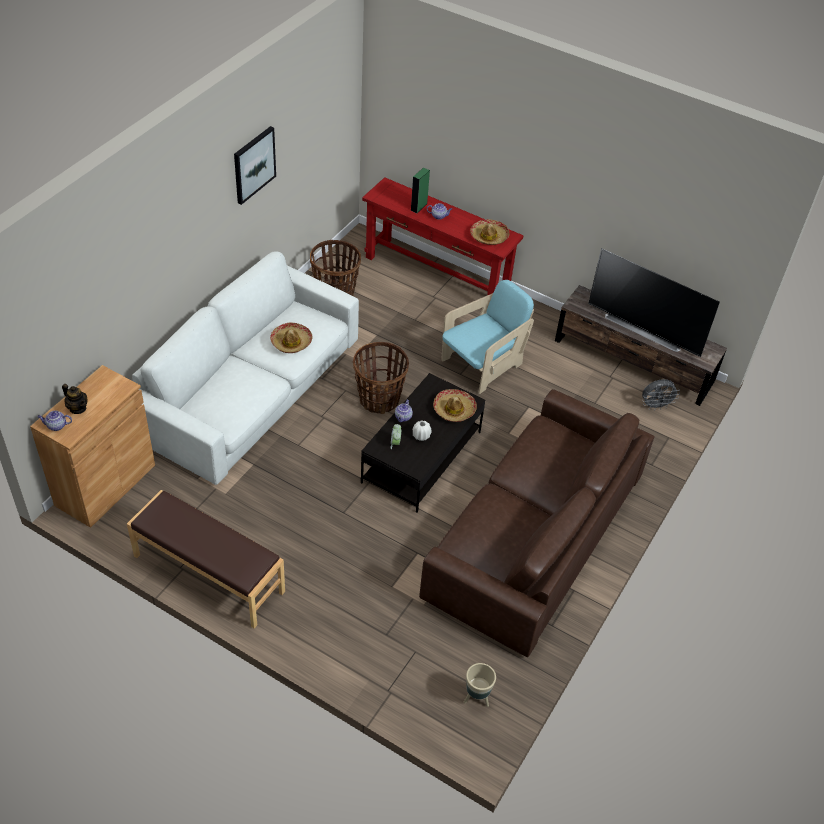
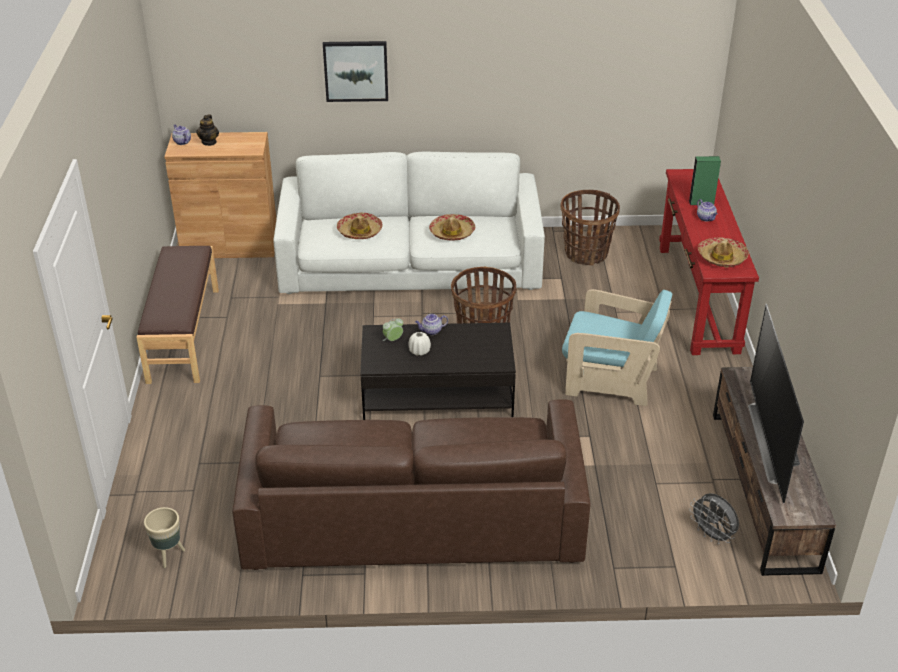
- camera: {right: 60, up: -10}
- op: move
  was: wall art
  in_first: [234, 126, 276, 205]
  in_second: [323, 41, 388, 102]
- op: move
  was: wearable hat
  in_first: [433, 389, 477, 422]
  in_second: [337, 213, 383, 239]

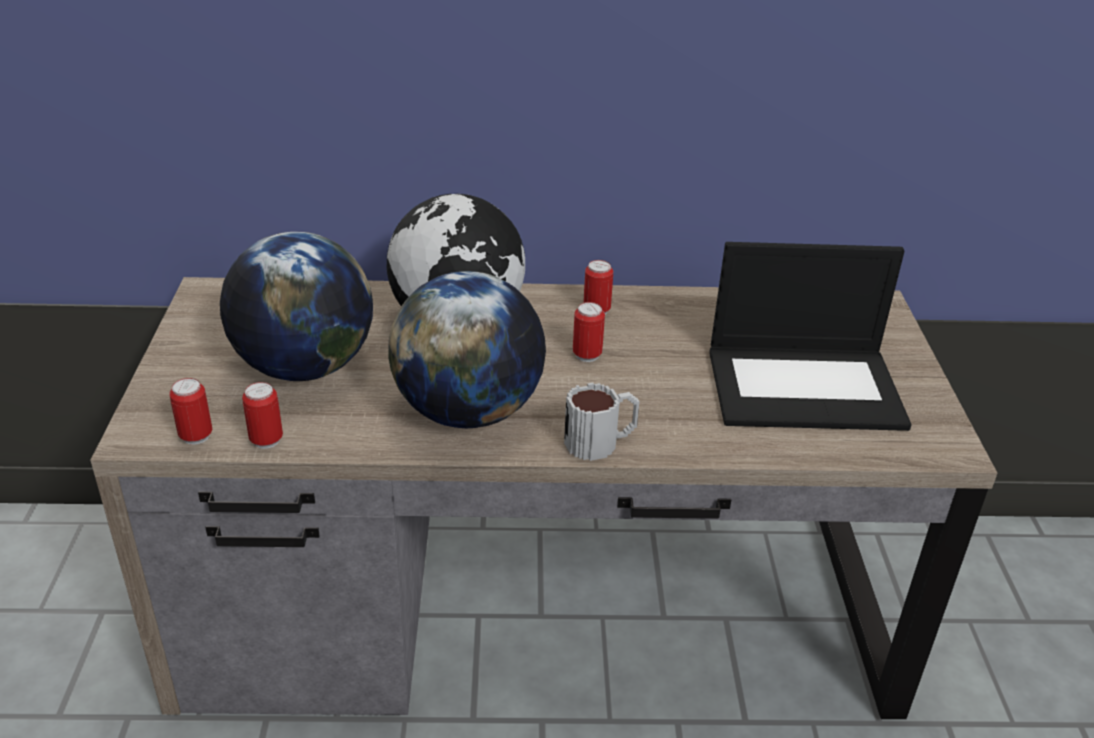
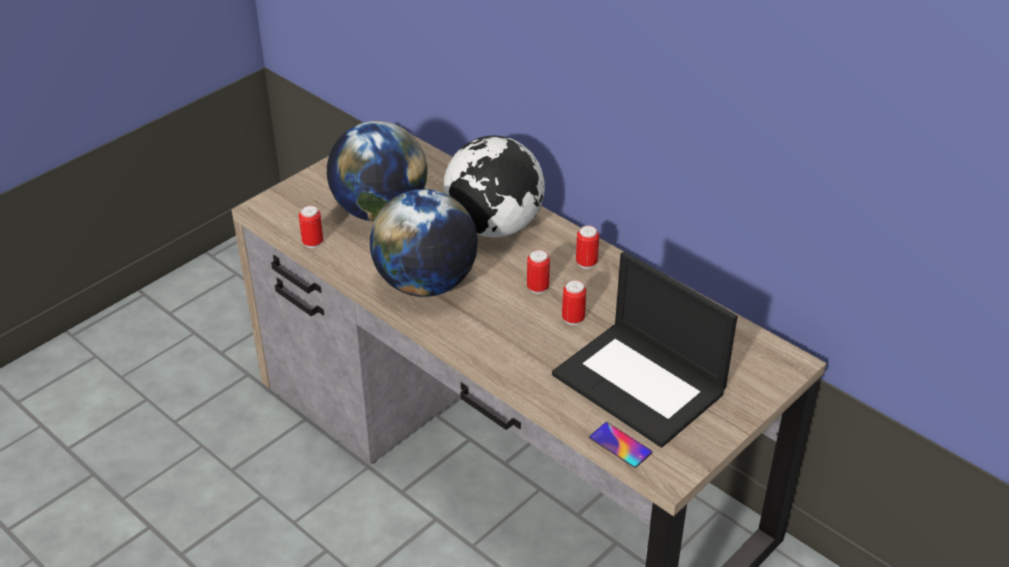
- camera: {right: 45, up: 5}
- op: move
  was: metal can
  in_first: [169, 378, 212, 445]
  in_second: [562, 280, 586, 325]
- op: delete
  was: tea mug
  in_first: [564, 382, 640, 461]
- op: insert
  now: phone
  in_second: [589, 422, 652, 468]

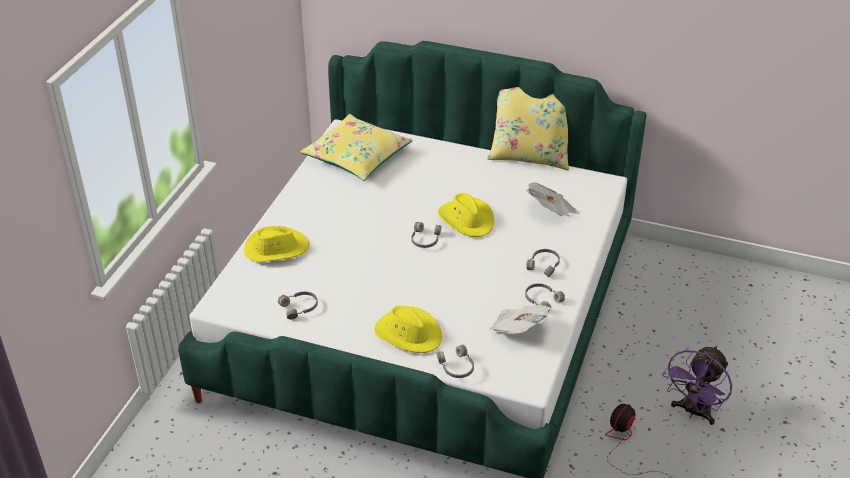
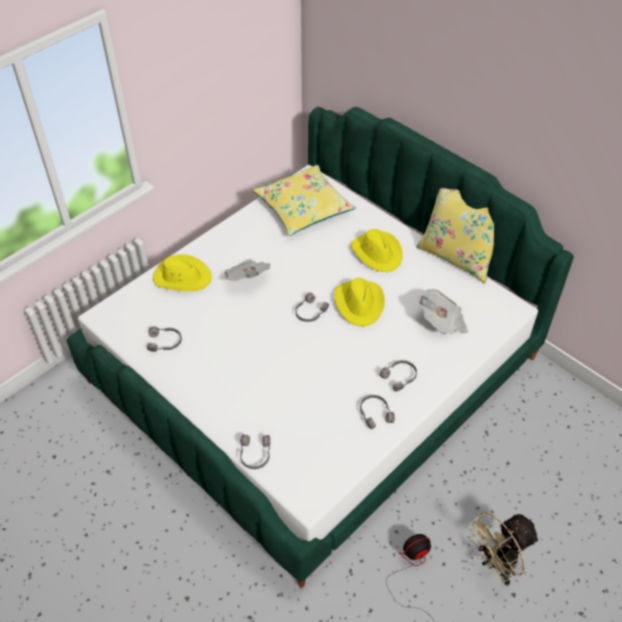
- camera: {right: 25, up: 10}
- op: move
  was: yellow wearable hat
  in_first: [374, 306, 442, 353]
  in_second: [351, 229, 403, 272]
- op: move
  was: newspaper
  in_first: [490, 304, 550, 334]
  in_second: [224, 259, 270, 281]
- op: recolor
  was: purple-coloured fan
  now: sand-coloured fan
  in_first: [662, 346, 732, 425]
  in_second: [467, 512, 540, 586]

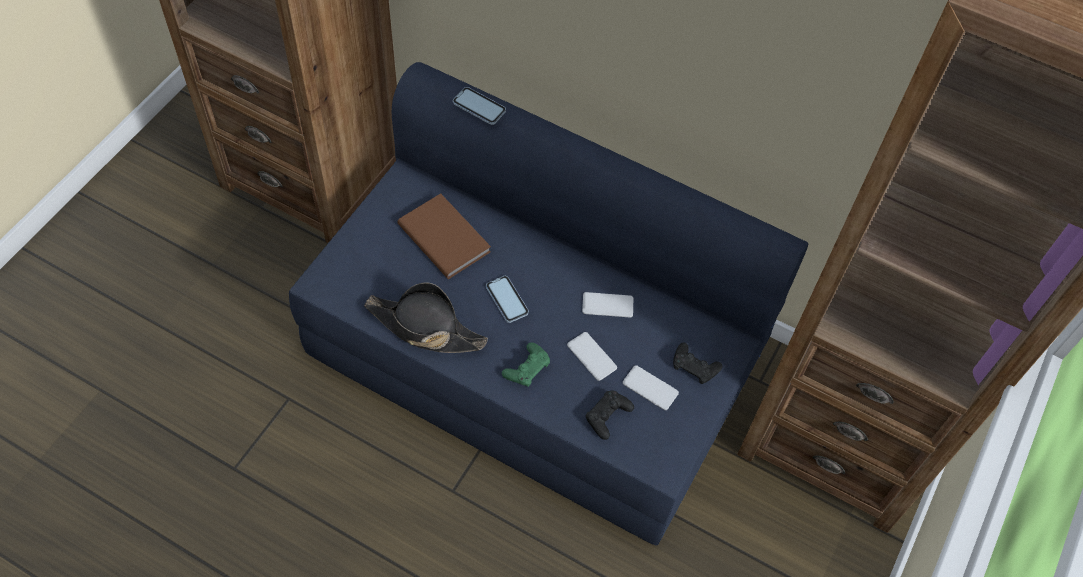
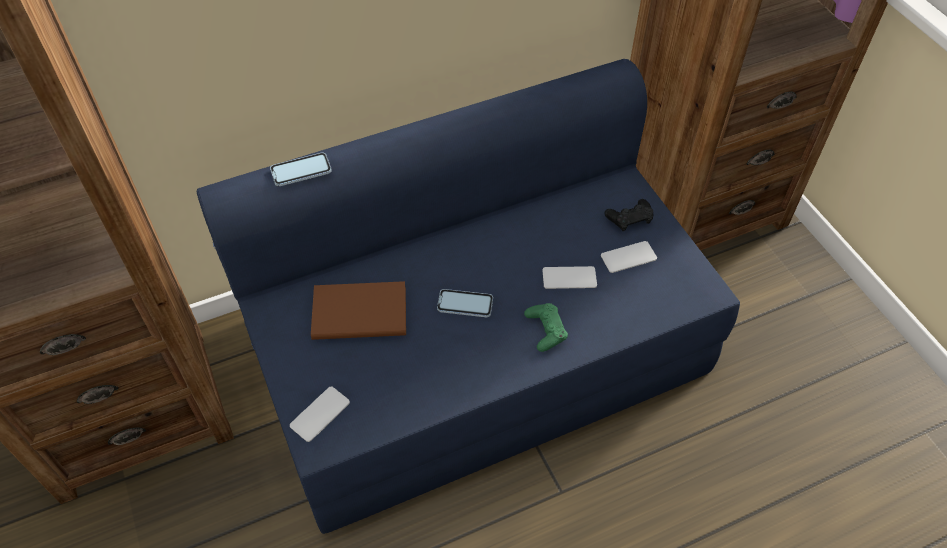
- camera: {right: -50, up: -5}
- op: delete
  was: black-coloured wearable hat
  in_first: [364, 282, 488, 353]
- op: move
  was: phone
  in_first: [582, 292, 633, 317]
  in_second: [290, 387, 350, 442]
- op: delete
  was: black-coloured joypad
  in_first: [586, 391, 634, 440]

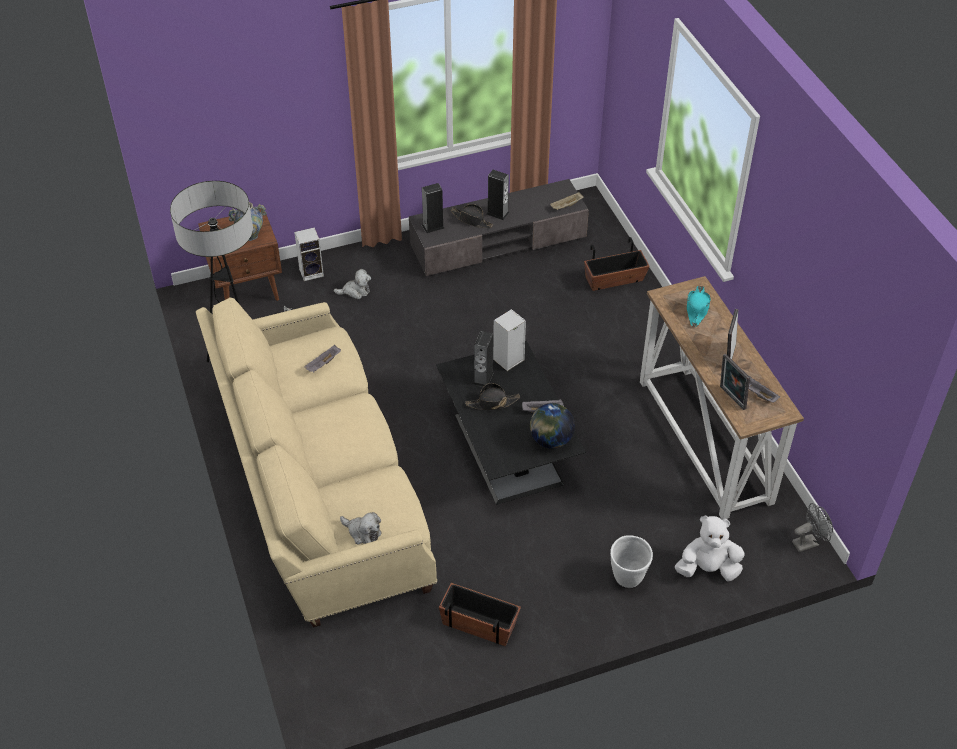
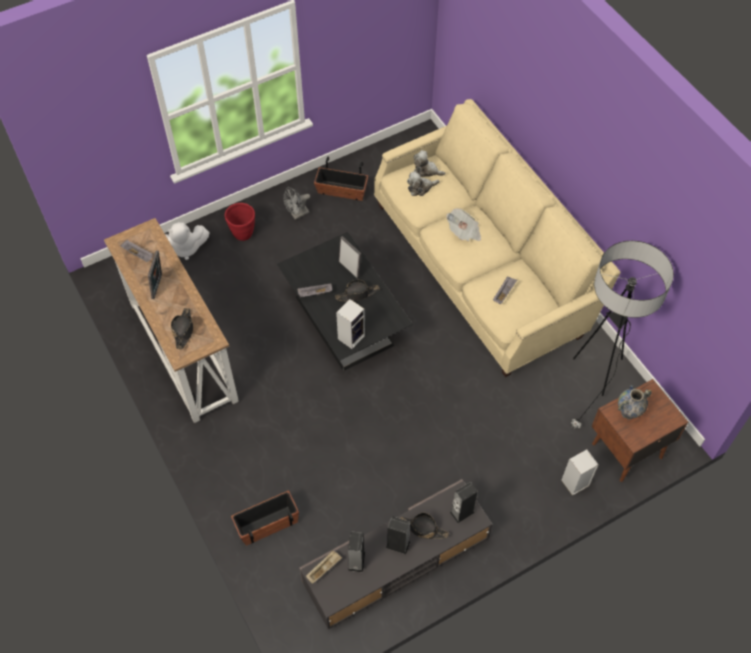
- camera: {right: 170, up: 10}
- op: move
  was: plush toy
  in_first: [334, 269, 371, 299]
  in_second: [407, 171, 440, 196]
- op: move
  was: loudspeaker
  in_first: [473, 331, 494, 387]
  in_second: [348, 532, 365, 572]
- op: delete
  was: desk globe
  in_first: [530, 403, 575, 449]
- op: recolor
  was: white planter
  now: red-coloured planter
  in_first: [610, 535, 653, 588]
  in_second: [225, 203, 255, 241]
- op: recolor
  was: turquoise-coloured wearable hat
  now: black-coloured wearable hat
  in_first: [687, 286, 711, 327]
  in_second: [171, 308, 193, 350]
- op: move
  was: standing frame
  in_first: [720, 354, 750, 410]
  in_second: [339, 236, 362, 279]
- op: move
  was: gray fan
  in_first: [792, 503, 833, 552]
  in_second: [283, 187, 310, 220]
- op: insert
  now: newspaper
  in_second: [446, 208, 481, 242]

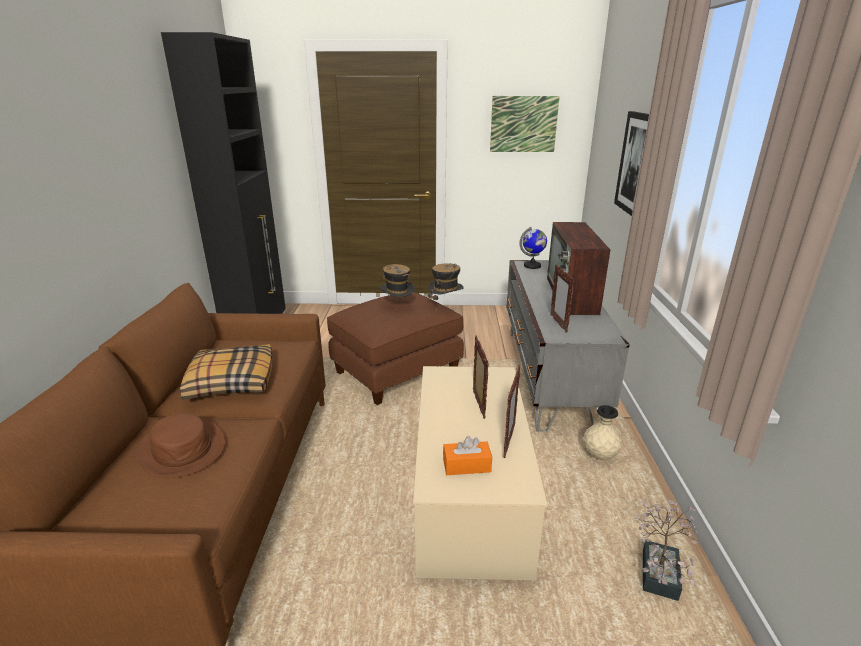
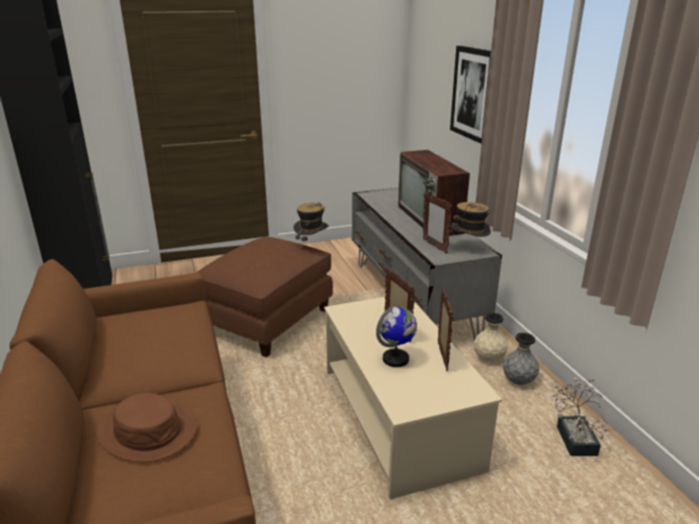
- camera: {right: -20, up: 0}
- op: delete
  was: throw pillow
  in_first: [180, 344, 273, 400]
- op: move
  was: wearable hat
  in_first: [379, 264, 415, 297]
  in_second: [448, 202, 491, 246]
- op: delete
  was: orange tissue box
  in_first: [443, 436, 492, 475]
- op: delete
  was: wall art
  in_first: [490, 96, 560, 152]
- op: move
  was: desk globe
  in_first: [520, 227, 547, 269]
  in_second: [376, 306, 417, 367]
- op: insert
  now: gray decorative vase
  in_second: [503, 333, 539, 385]

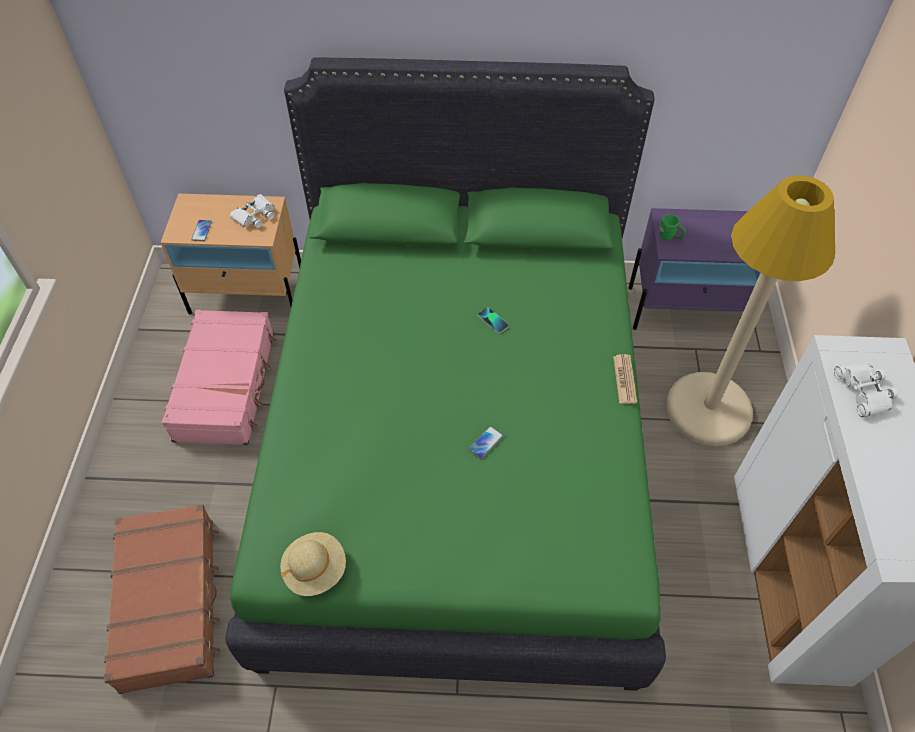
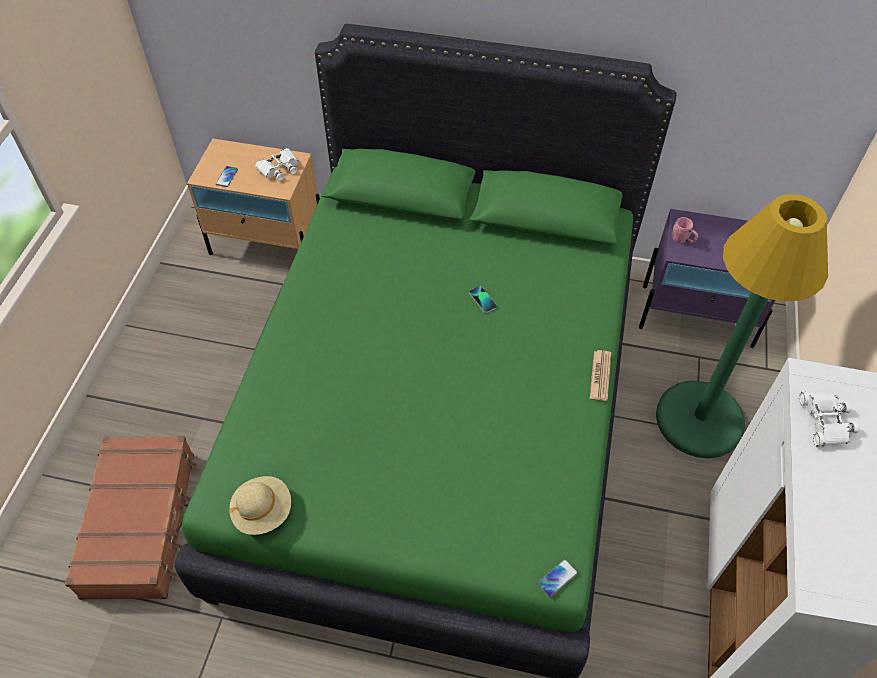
- camera: {right: 10, up: 0}
- op: delete
  was: pinkish travel case
  in_first: [162, 310, 277, 445]
- op: move
  was: phone
  in_first: [468, 426, 503, 459]
  in_second: [537, 559, 578, 597]
- op: recolor
  was: green-coloured tea mug
  now: pinkish tea mug
  in_first: [659, 214, 686, 240]
  in_second: [672, 217, 698, 243]
- op: recolor
  was: sand-coloured floor lamp
  now: green-coloured floor lamp
  in_first: [666, 175, 835, 446]
  in_second: [656, 194, 828, 458]

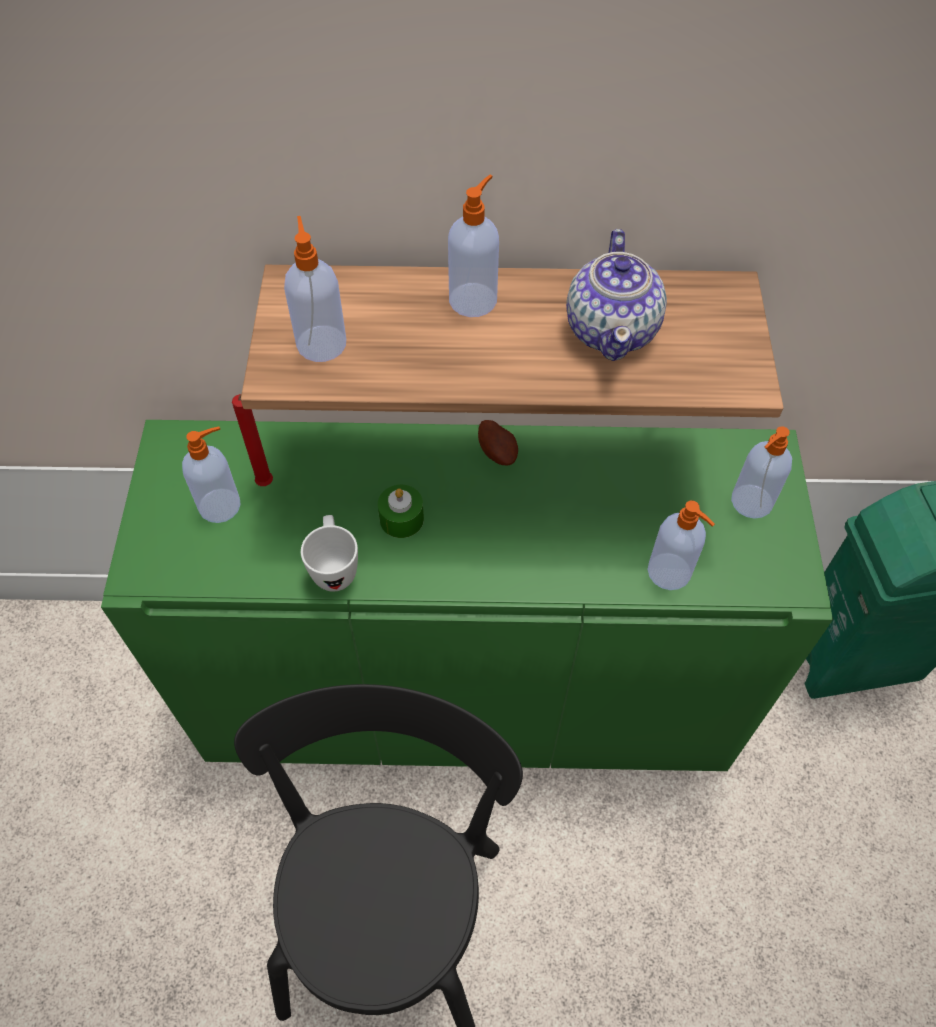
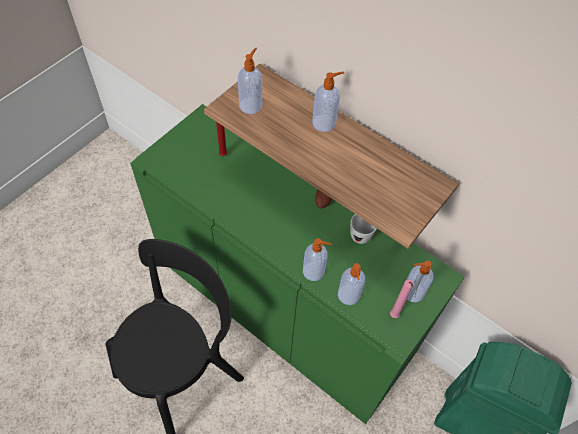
- camera: {right: 35, up: 0}
- op: move
  was: soap bottle
  in_first: [182, 427, 241, 523]
  in_second: [303, 238, 332, 281]
- op: move
  was: white tea mug
  in_first: [301, 515, 358, 592]
  in_second: [350, 214, 377, 244]
- op: delete
  was: green-coloured candle
  in_first: [378, 485, 424, 538]
- op: delete
  was: tea pot
  in_first: [566, 229, 667, 361]
- op: insert
  now: pinkish candle
  in_second: [390, 279, 414, 318]

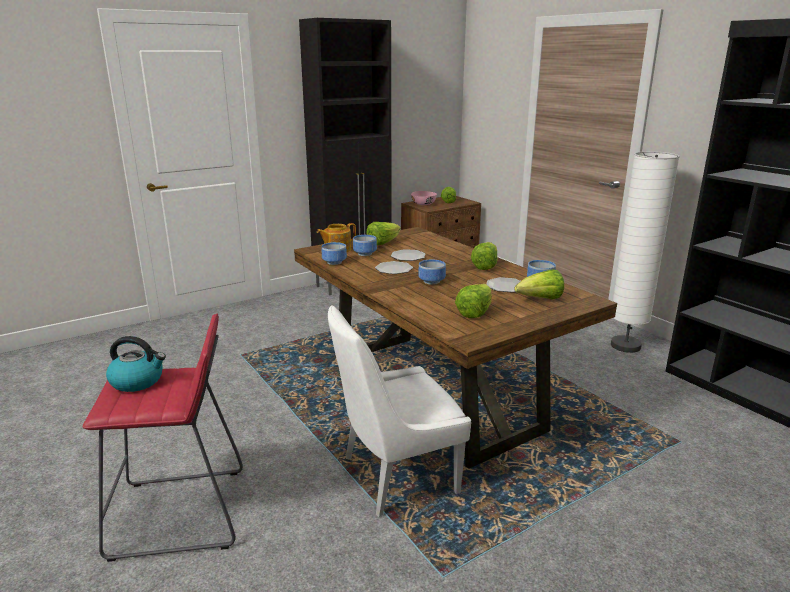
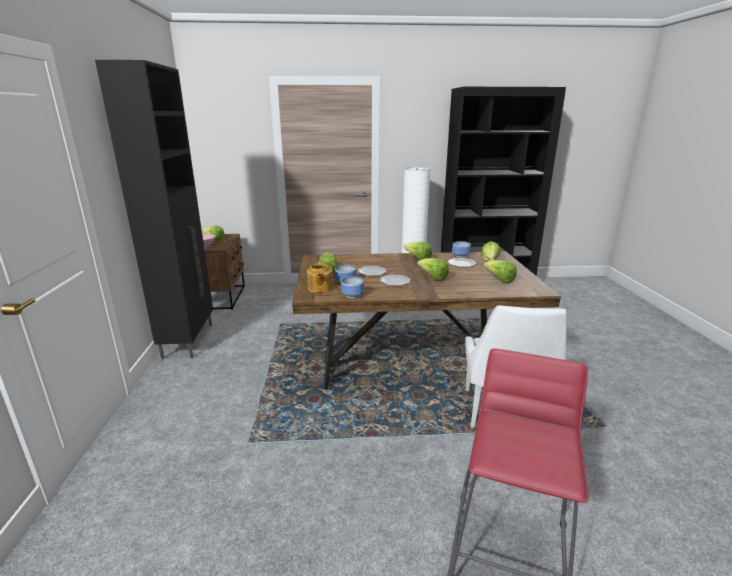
- camera: {right: -60, up: 0}
- op: delete
  was: tea kettle
  in_first: [106, 336, 166, 392]
- op: replace
  was: deep dish
  now: lettuce head
  in_first: [418, 260, 446, 285]
  in_second: [417, 258, 449, 281]

